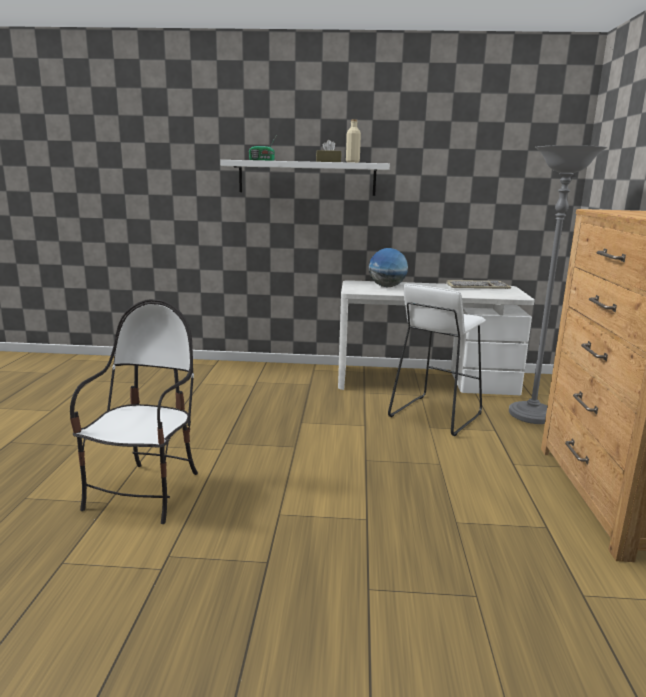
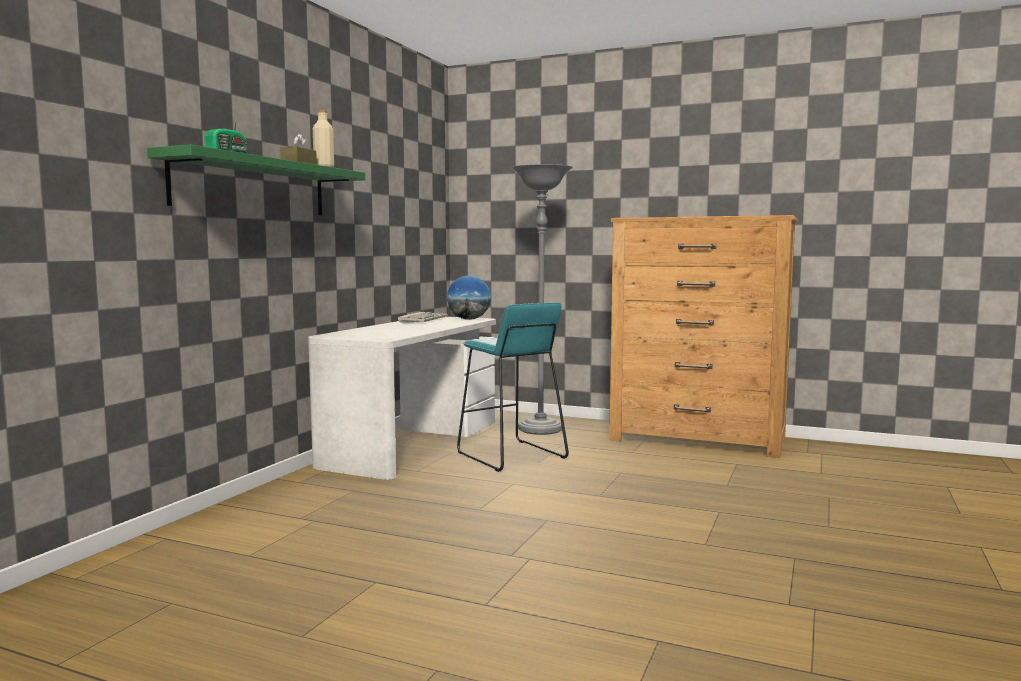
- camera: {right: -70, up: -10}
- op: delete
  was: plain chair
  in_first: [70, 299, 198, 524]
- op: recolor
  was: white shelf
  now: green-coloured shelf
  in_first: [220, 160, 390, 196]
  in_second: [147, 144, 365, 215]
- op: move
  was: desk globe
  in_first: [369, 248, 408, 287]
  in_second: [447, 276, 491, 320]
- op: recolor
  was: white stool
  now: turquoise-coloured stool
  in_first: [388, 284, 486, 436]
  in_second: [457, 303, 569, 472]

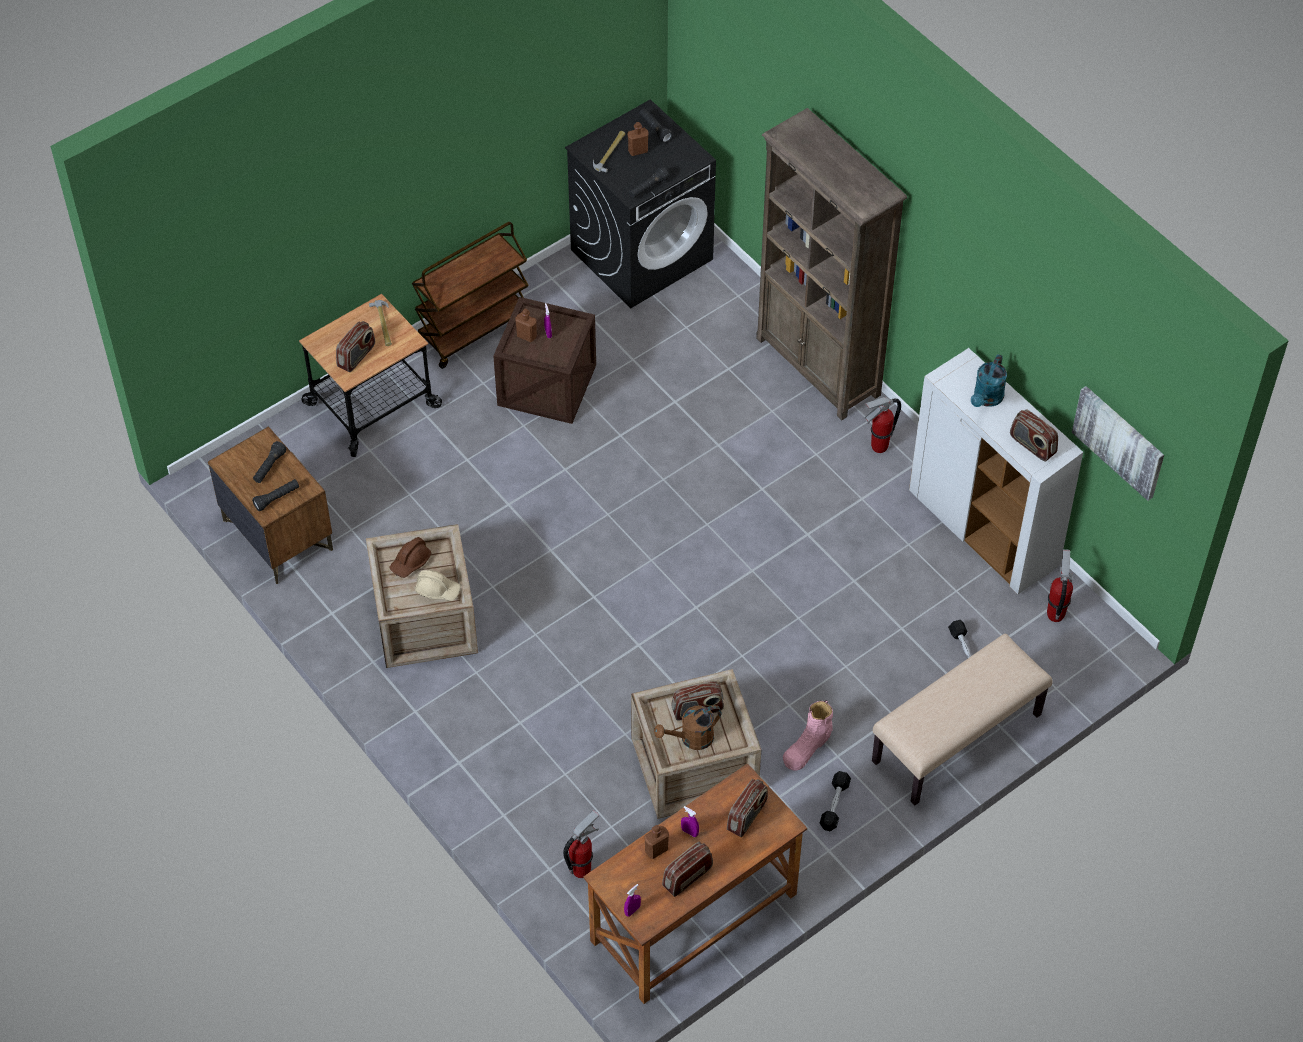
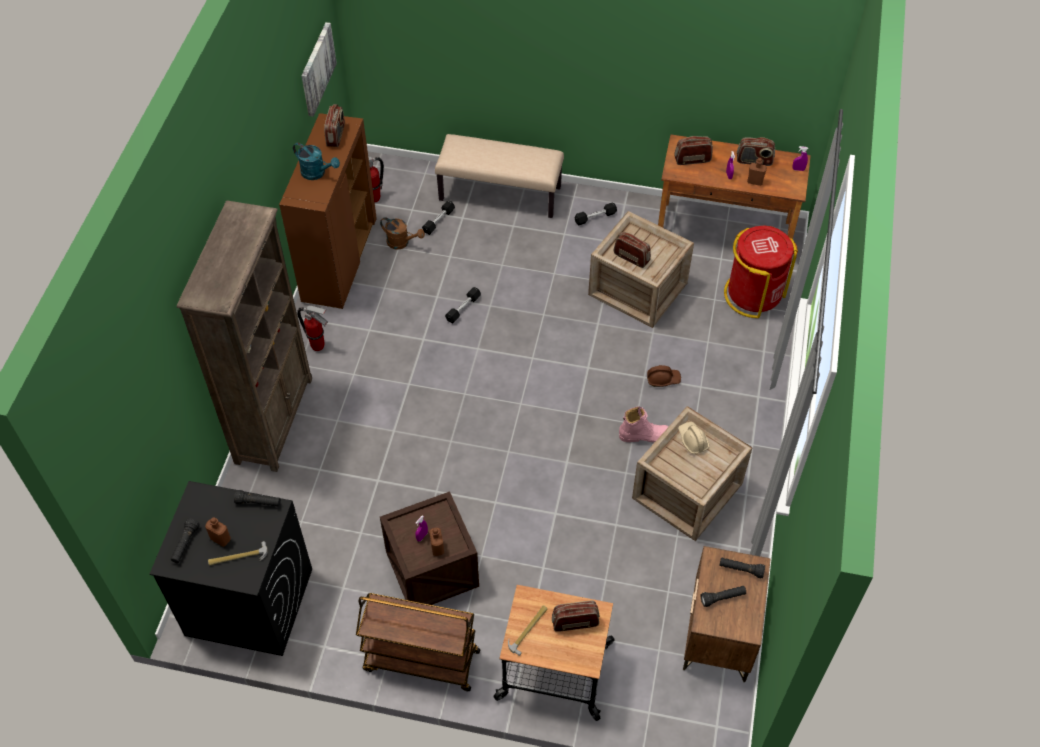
- camera: {right: -130, up: 0}
- op: move
  was: brown hard hat
  in_first: [390, 537, 431, 578]
  in_second: [647, 365, 681, 387]
- op: replace
  was: fire extinguisher
  now: red-coloured rubbish bin
  in_first: [563, 810, 599, 878]
  in_second: [724, 225, 798, 318]
- op: move
  was: brown sprinkling can
  in_first: [654, 705, 722, 750]
  in_second: [380, 217, 425, 250]
- op: move
  was: pinkish tall boot
  in_first: [783, 700, 833, 770]
  in_second: [619, 407, 669, 442]
- op: recolor
  was: white cabinet
  now: brown cabinet
  in_first: [909, 348, 1083, 594]
  in_second: [279, 113, 377, 309]
- op: rotate
  was: turquoise-coloured sprinkling can
  in_first: [971, 354, 1007, 407]
  in_second: [293, 143, 340, 180]
  clockwise: 45
- op: insert
  now: black-coloured hand weight
  in_second: [445, 287, 481, 324]

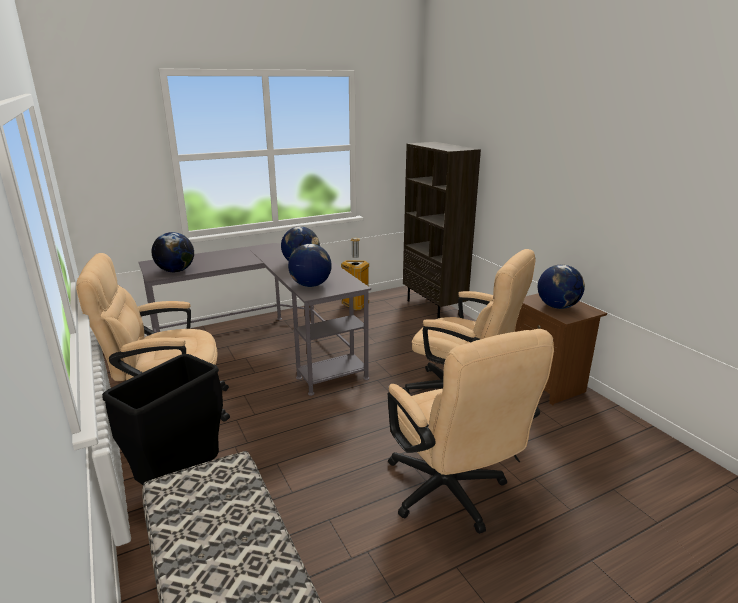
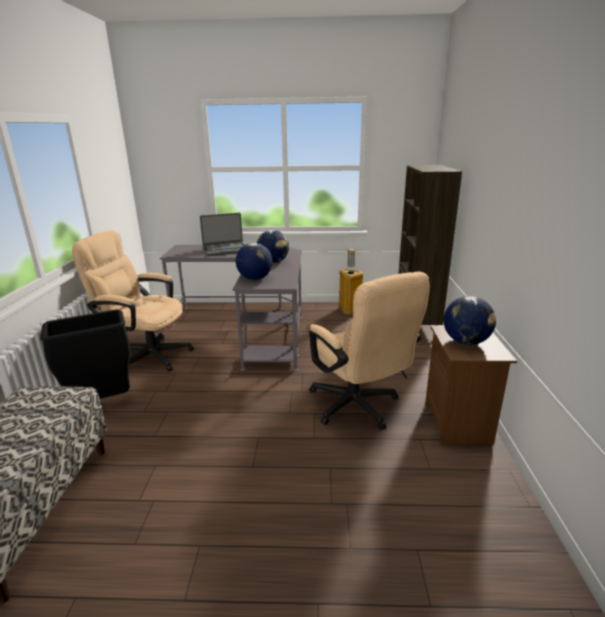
- camera: {right: 30, up: 0}
- op: delete
  was: desk globe
  in_first: [151, 232, 194, 272]
- op: delete
  was: sand-coloured computer chair
  in_first: [388, 329, 554, 534]
- op: insert
  now: notebook computer
  in_second: [200, 213, 244, 256]

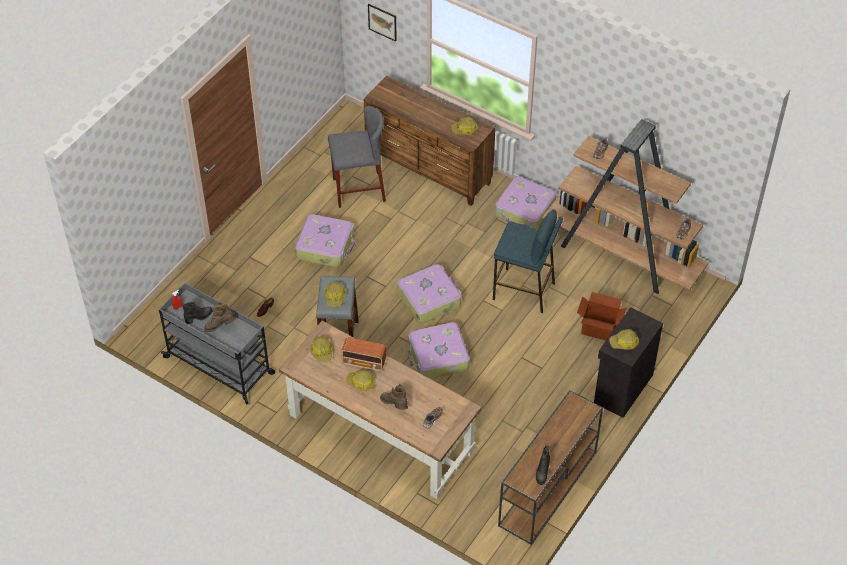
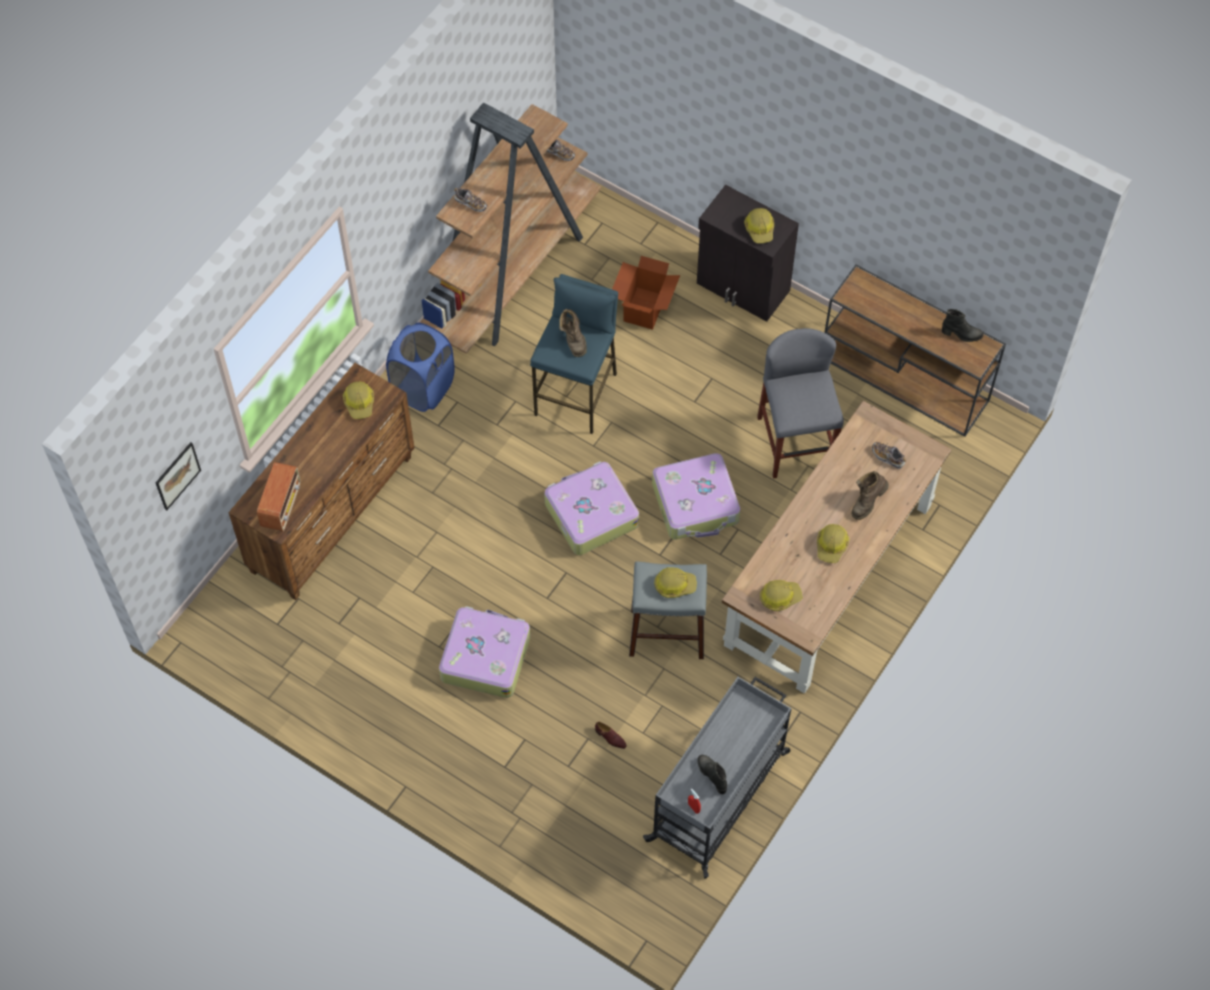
- camera: {right: -90, up: 10}
- op: move
  was: brown tall boot
  in_first: [204, 304, 236, 332]
  in_second: [559, 309, 587, 357]
- op: move
  was: gray stool
  in_first: [328, 106, 386, 208]
  in_second: [757, 328, 844, 478]
- op: move
  was: radio
  in_first: [341, 337, 386, 372]
  in_second: [257, 462, 301, 531]
- op: replace
  was: travel case
  now: blue washing basket
  in_first: [495, 176, 556, 230]
  in_second: [386, 323, 455, 412]

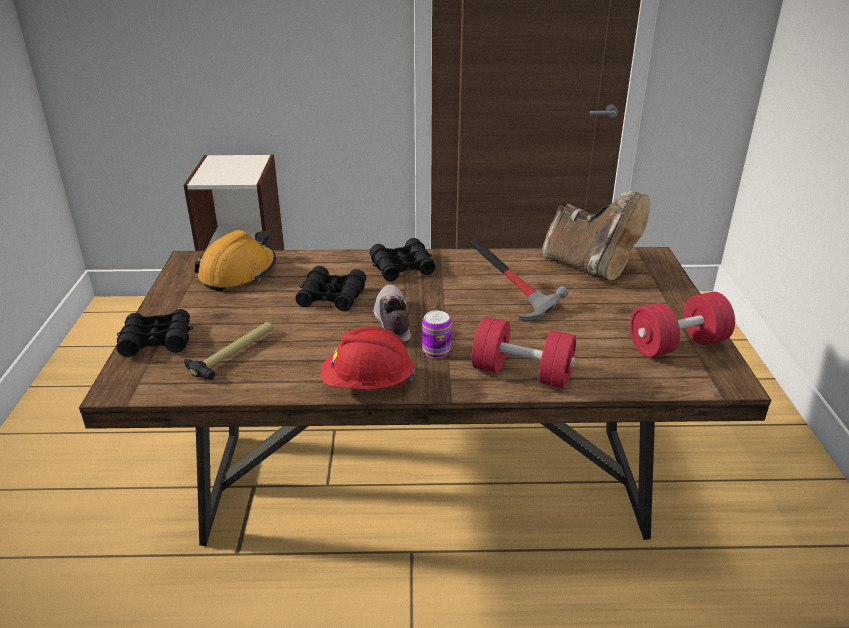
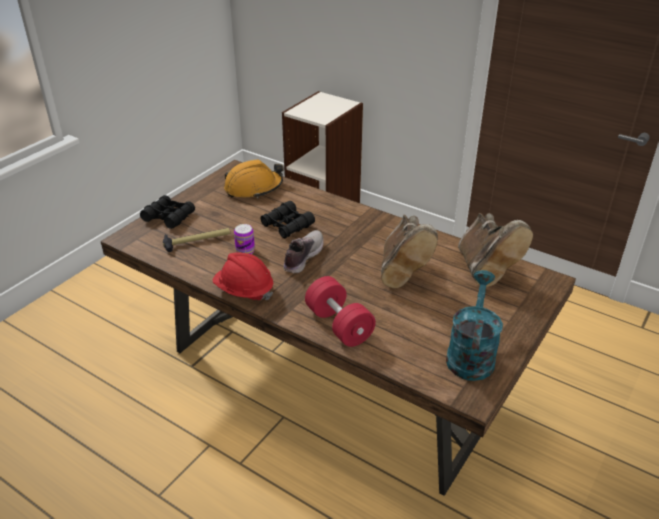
- camera: {right: 35, up: 5}
- op: delete
  was: black-coloured pair of binoculars
  in_first: [370, 238, 436, 281]
- op: move
  was: metal can
  in_first: [422, 310, 451, 358]
  in_second: [234, 224, 255, 254]
- op: replace
  was: hand hammer
  now: brown tall boot
  in_first: [470, 239, 568, 321]
  in_second: [381, 215, 438, 288]
- op: replace
  was: red-coloured hand weight
  now: turquoise-coloured sprinkling can
  in_first: [630, 292, 735, 357]
  in_second: [446, 270, 503, 381]

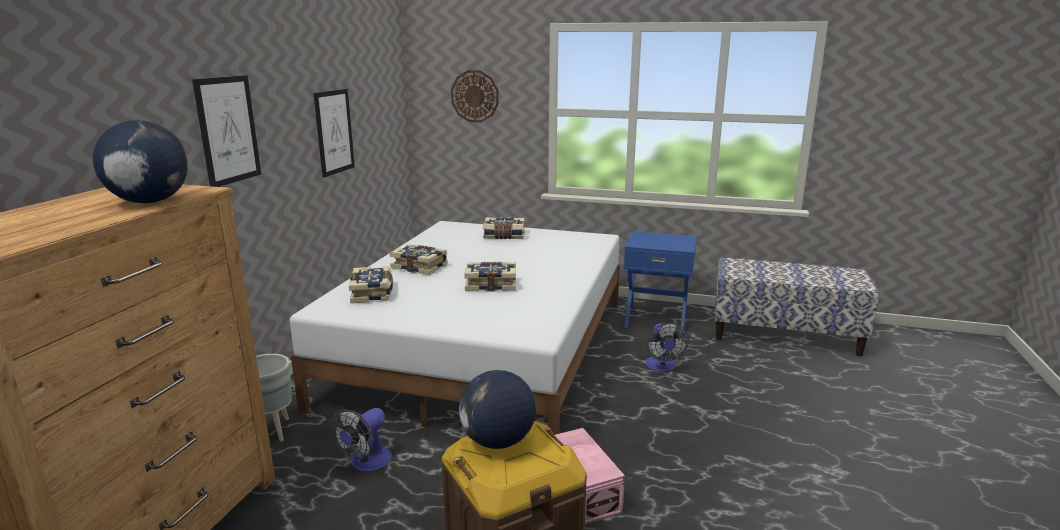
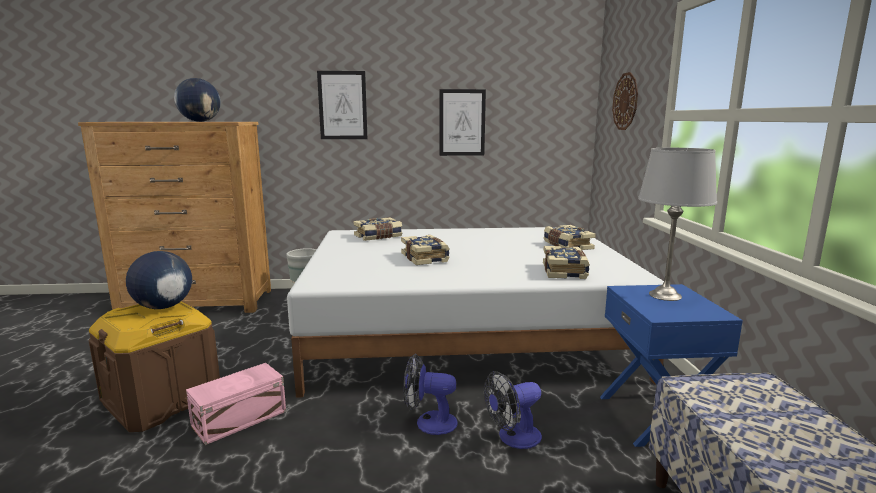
- camera: {right: 70, up: -5}
- op: move
  was: fan
  in_first: [331, 408, 392, 472]
  in_second: [403, 354, 458, 435]
- op: move
  was: bound book
  in_first: [389, 244, 448, 275]
  in_second: [543, 246, 590, 279]
- op: insert
  now: gray lamp for a table
  in_second: [638, 148, 717, 301]

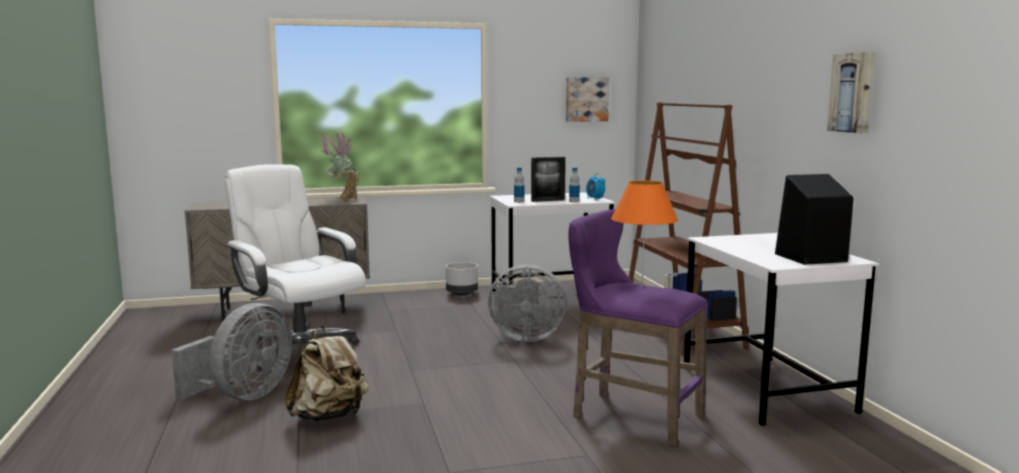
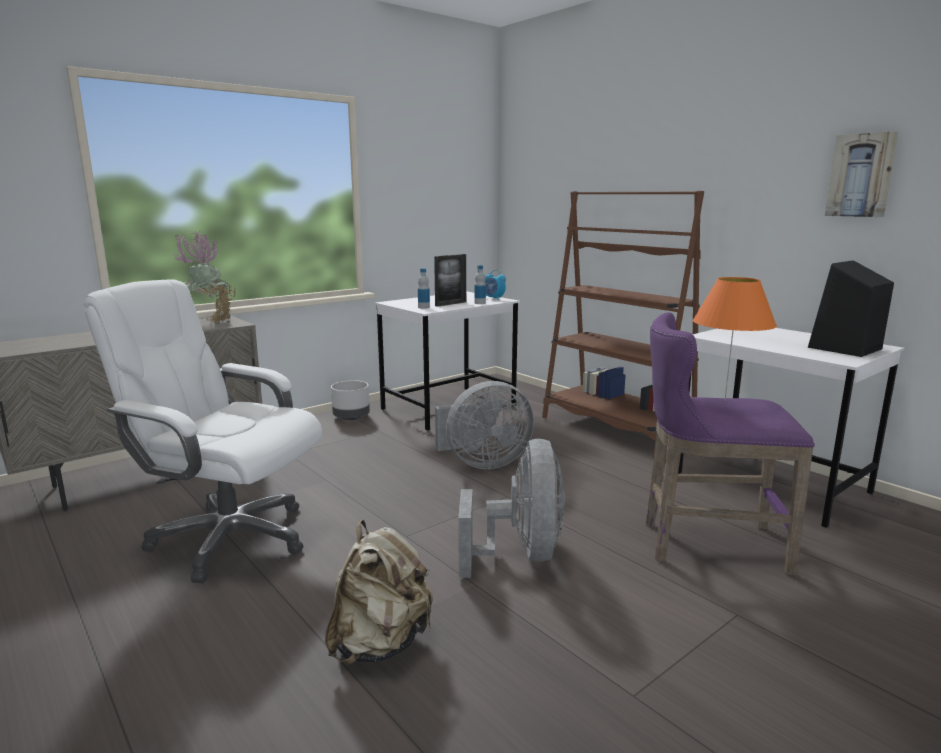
- camera: {right: -25, up: 5}
- op: move
  was: gray fan
  in_first: [172, 303, 292, 401]
  in_second: [458, 439, 565, 578]
- op: delete
  was: wall art
  in_first: [566, 77, 609, 122]

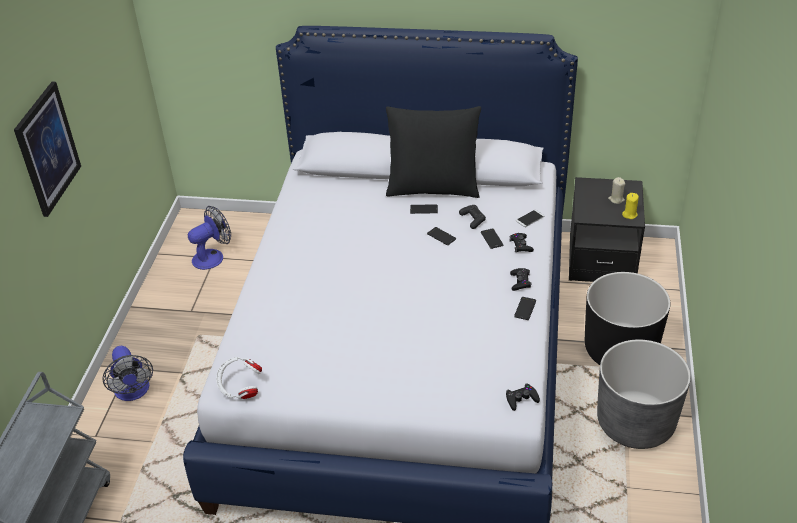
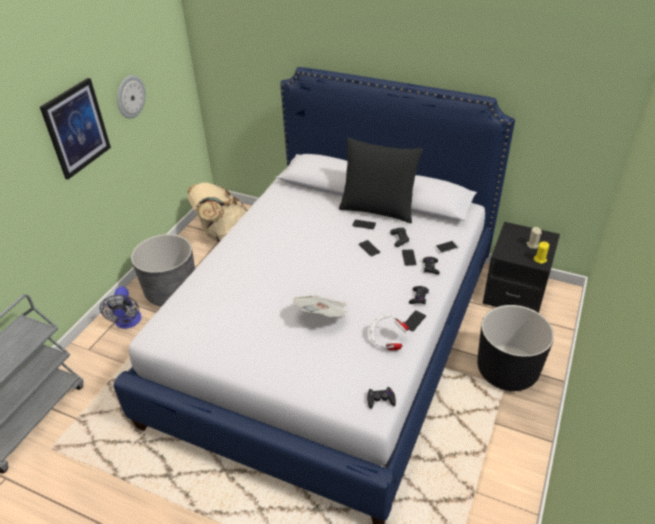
- camera: {right: 15, up: 0}
- op: replace
  was: fan
  now: sand-coloured backpack
  in_first: [188, 206, 231, 270]
  in_second: [187, 183, 248, 242]
- op: move
  was: white headset
  in_first: [216, 357, 262, 399]
  in_second: [369, 315, 409, 350]
- op: move
  was: gray planter
  in_first: [597, 340, 691, 449]
  in_second: [131, 234, 195, 307]
- op: insert
  now: hanging clock
  in_second: [117, 75, 146, 119]
- op: insert
  now: newspaper
  in_second: [293, 295, 347, 317]

